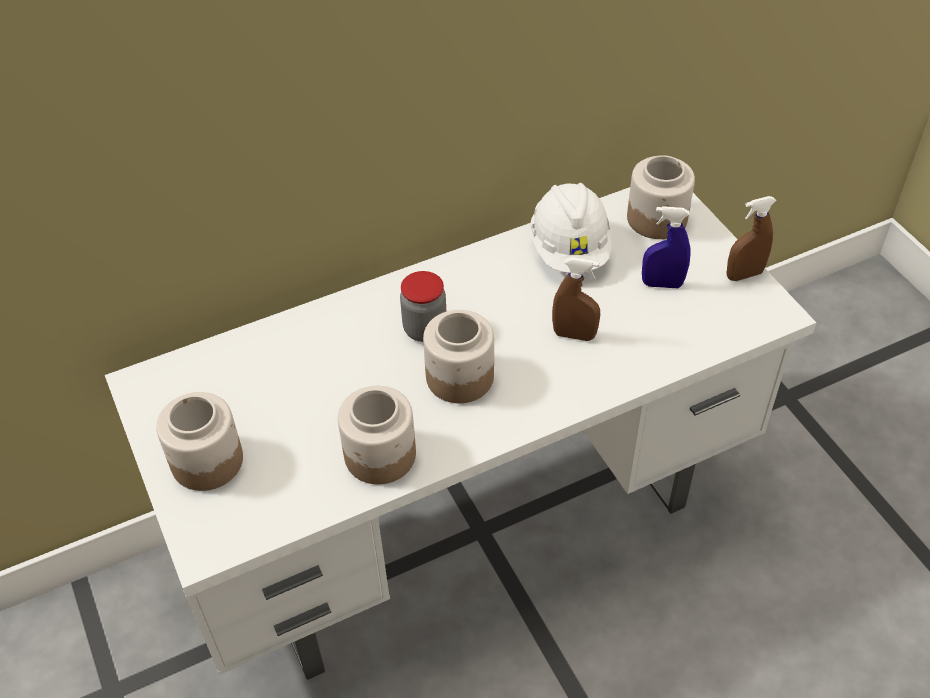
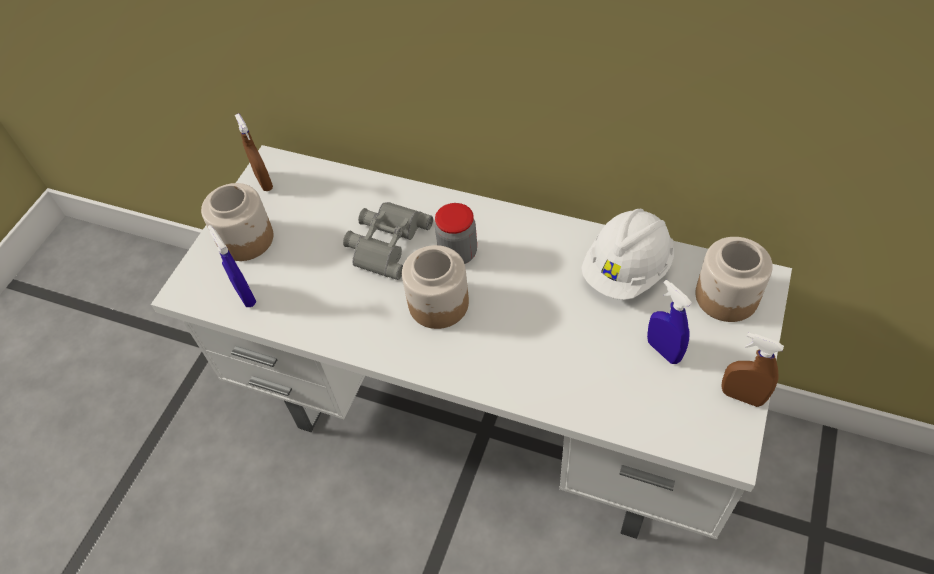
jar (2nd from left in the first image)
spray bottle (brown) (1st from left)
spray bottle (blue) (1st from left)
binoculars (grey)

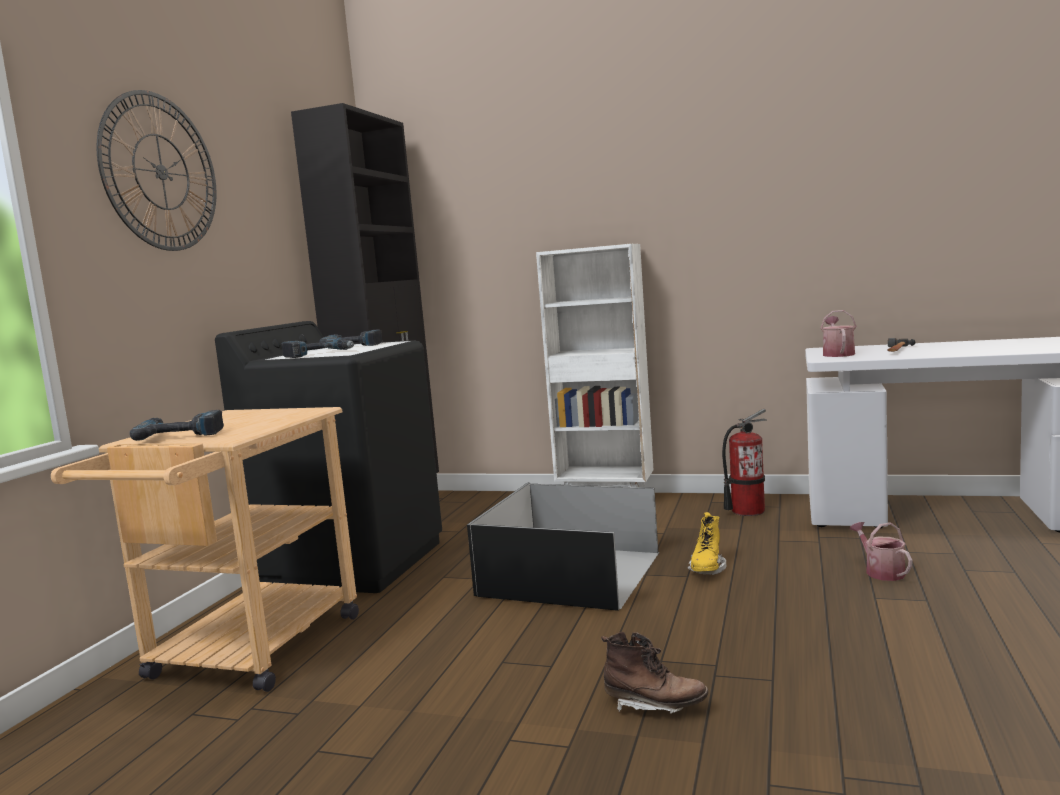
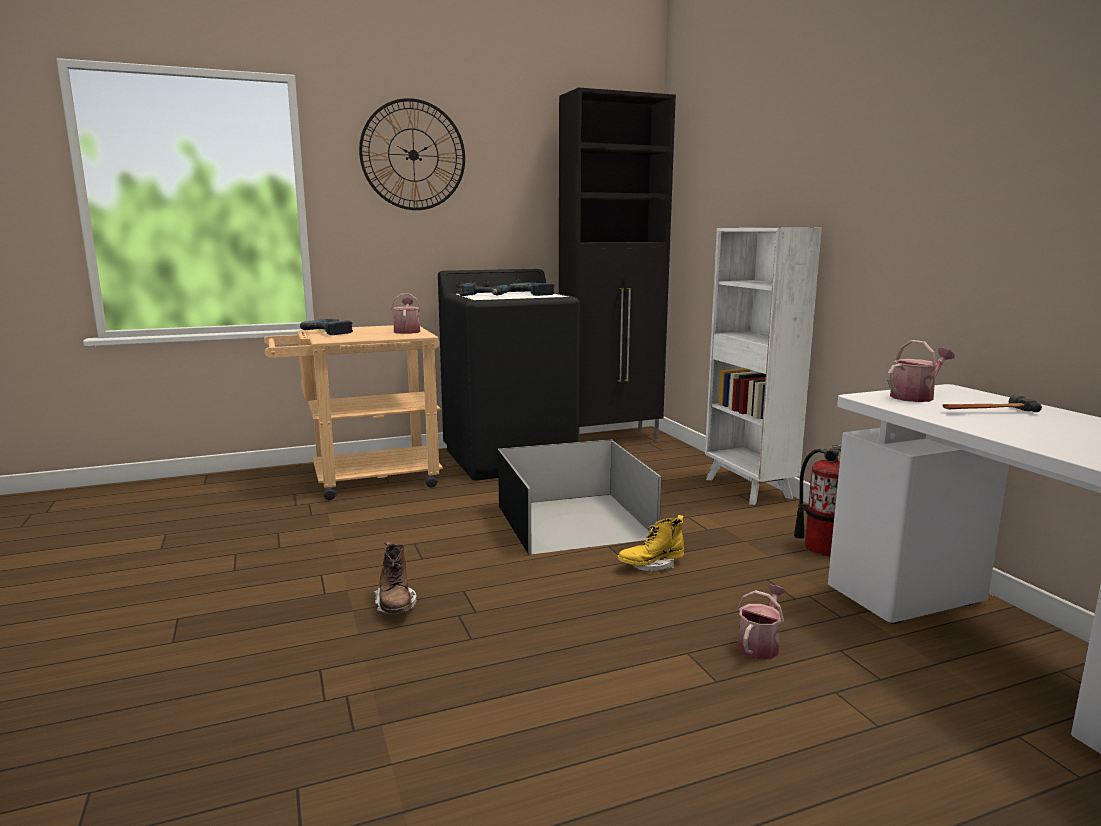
watering can (1st from left)

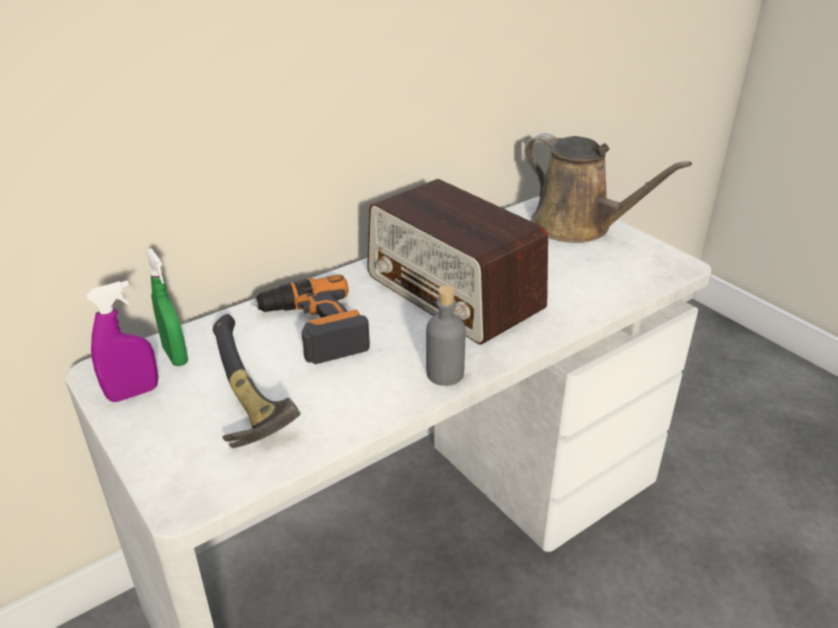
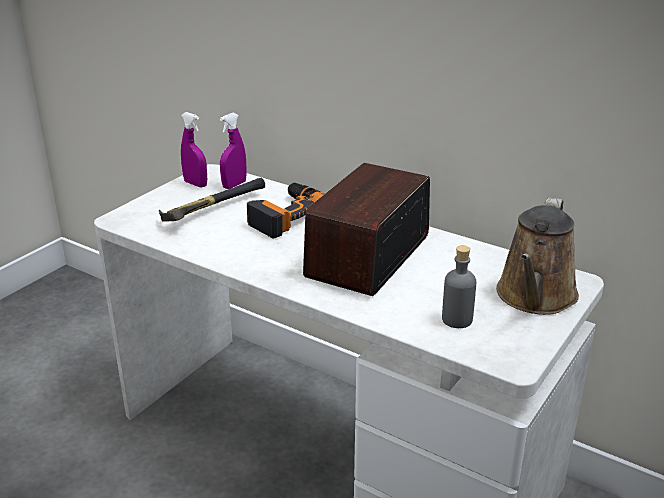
spray bottle (purple) (2nd from left)
bottle (grey)

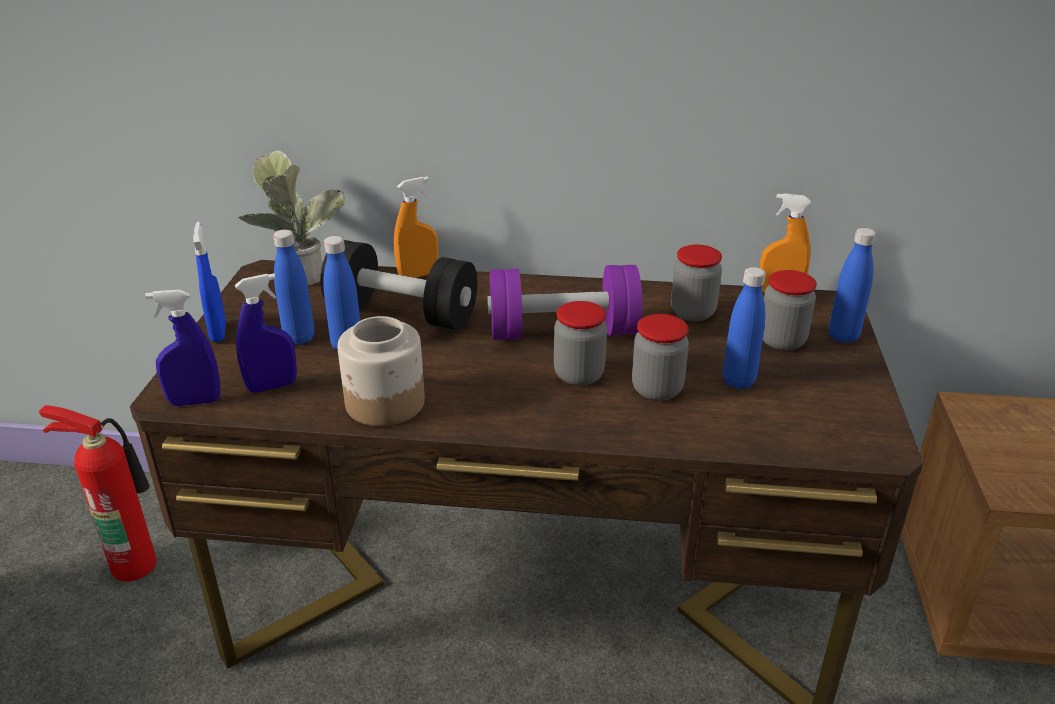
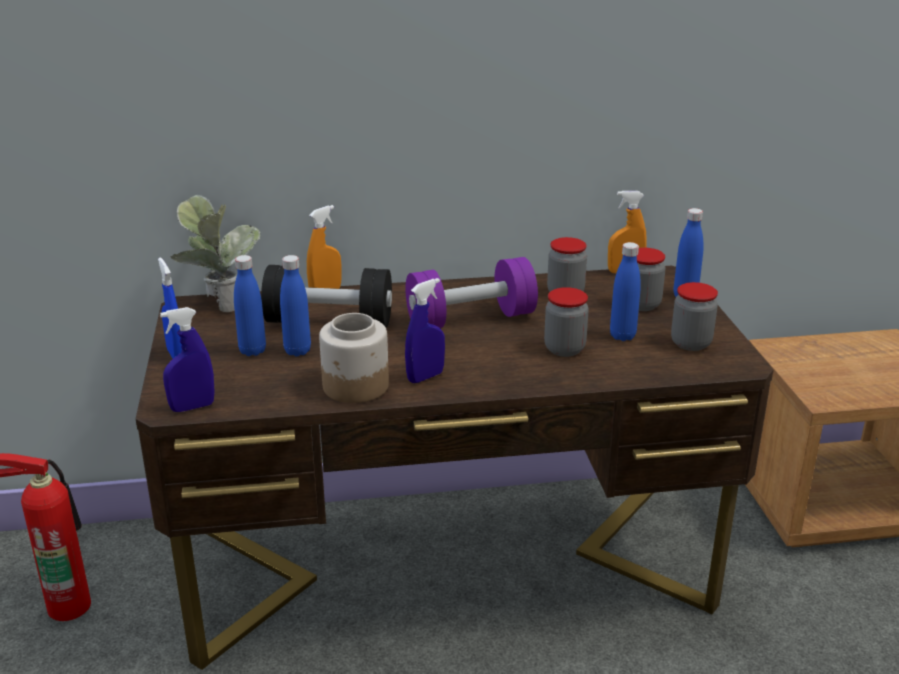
spray bottle (blue) (3rd from left)
jar (5th from left)

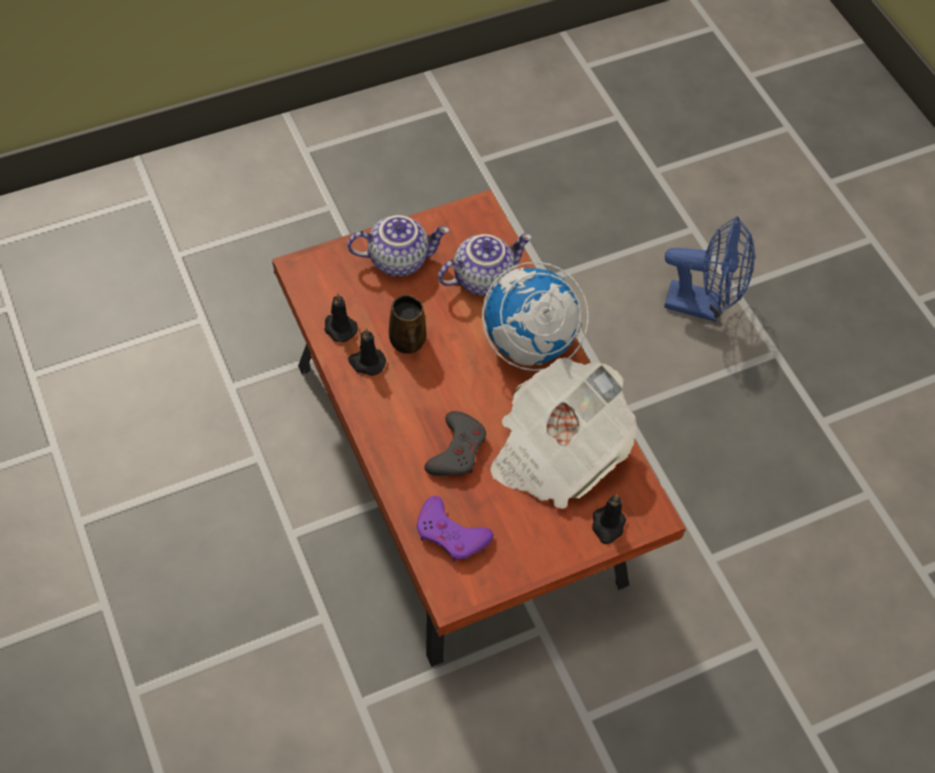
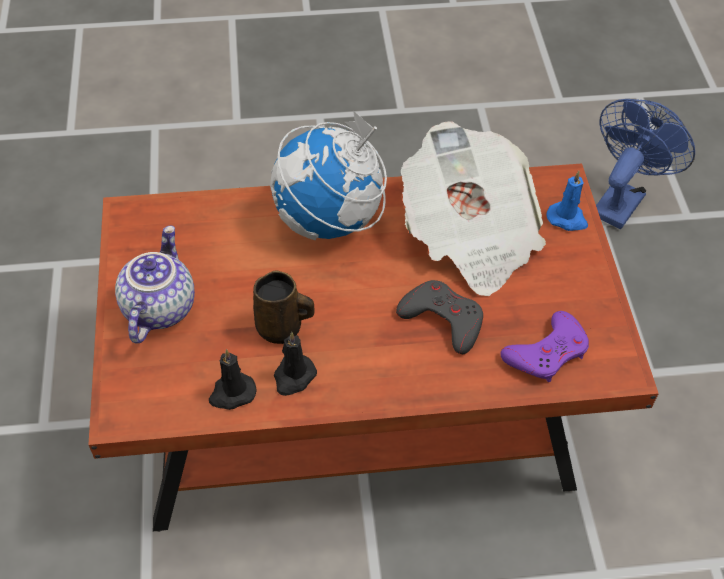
teapot (2nd from left in the first image)
candle (blue)
fan (blue)

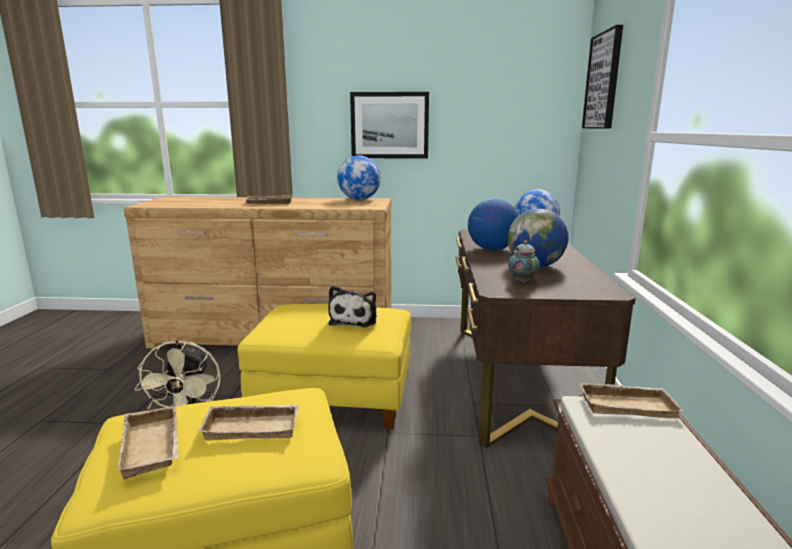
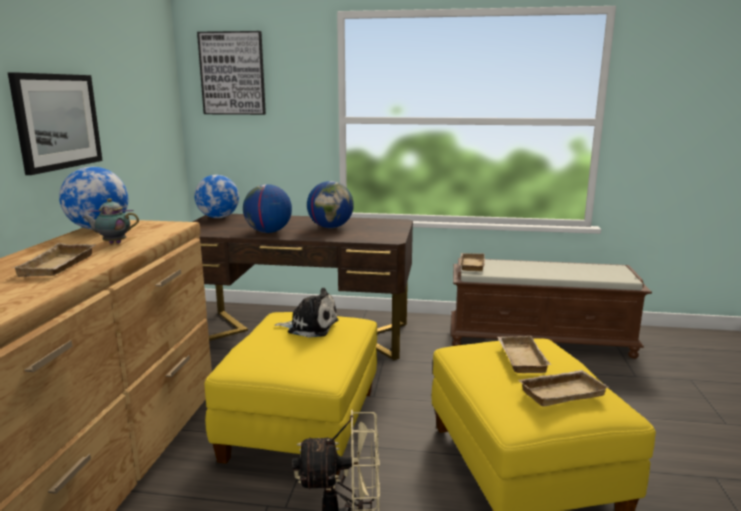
teapot

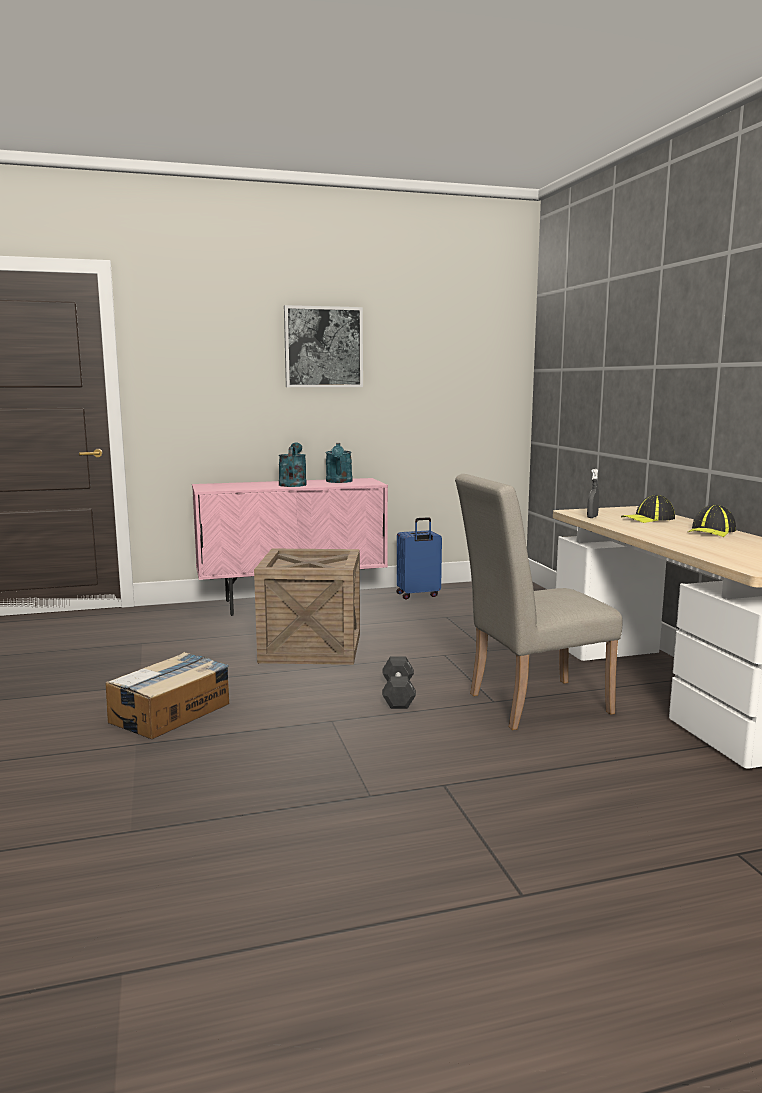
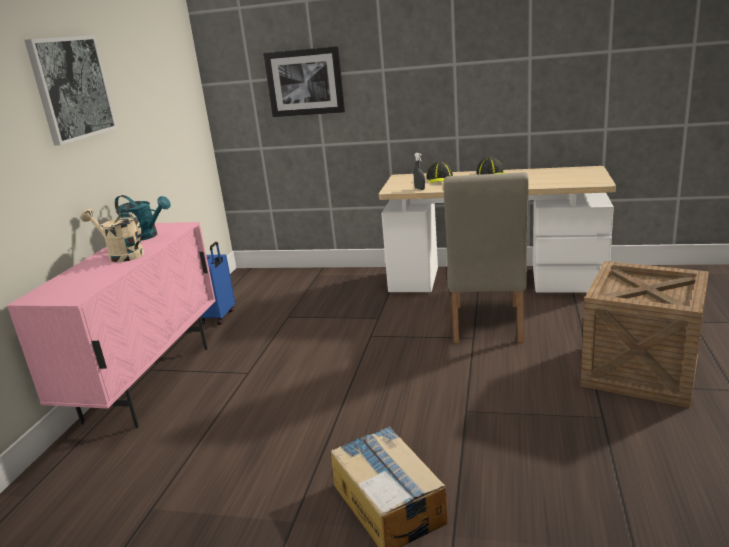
crate
watering can (beige)
dumbbell (black)
picture (2nd from left)

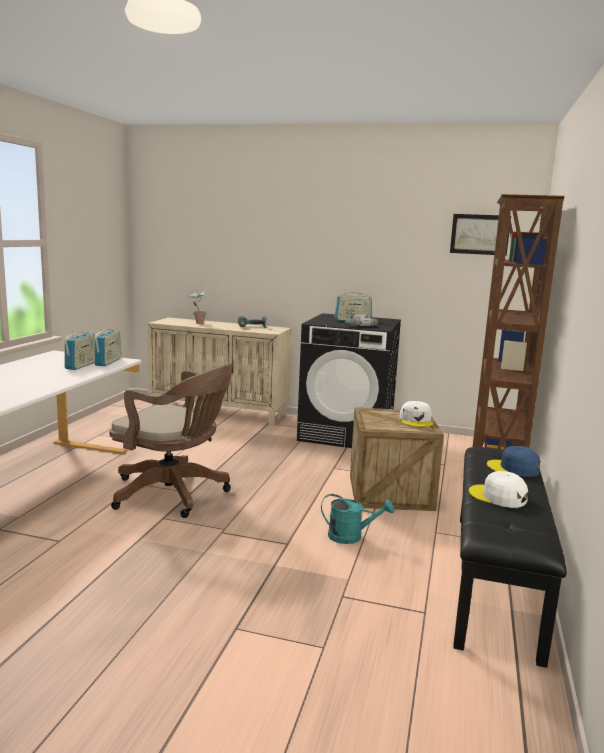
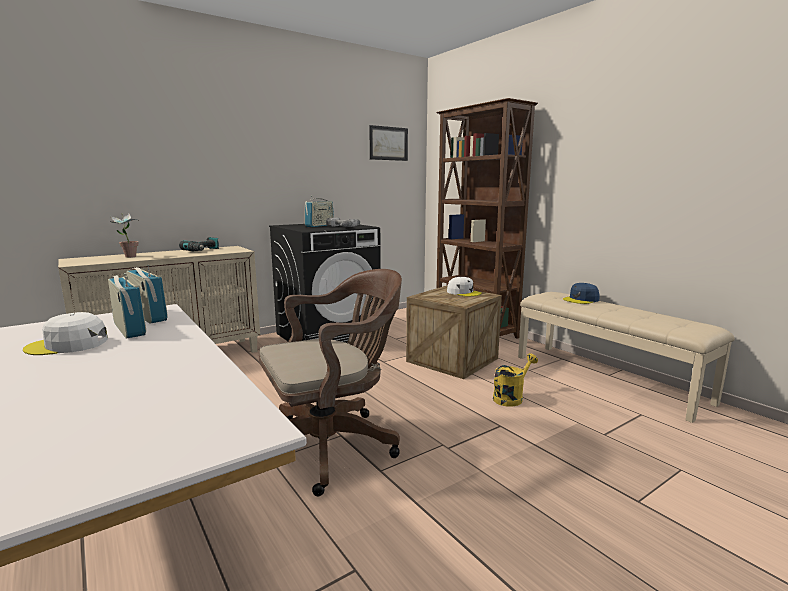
watering can (yellow)
bench (beige)
cap (white) (1st from left)

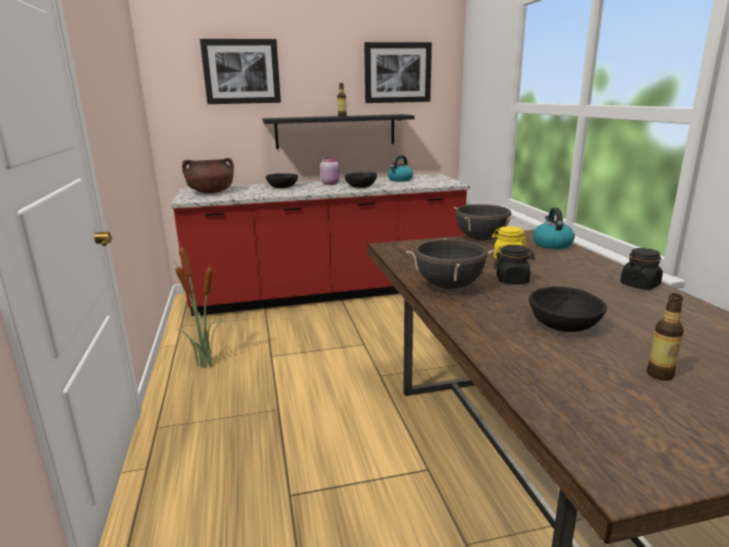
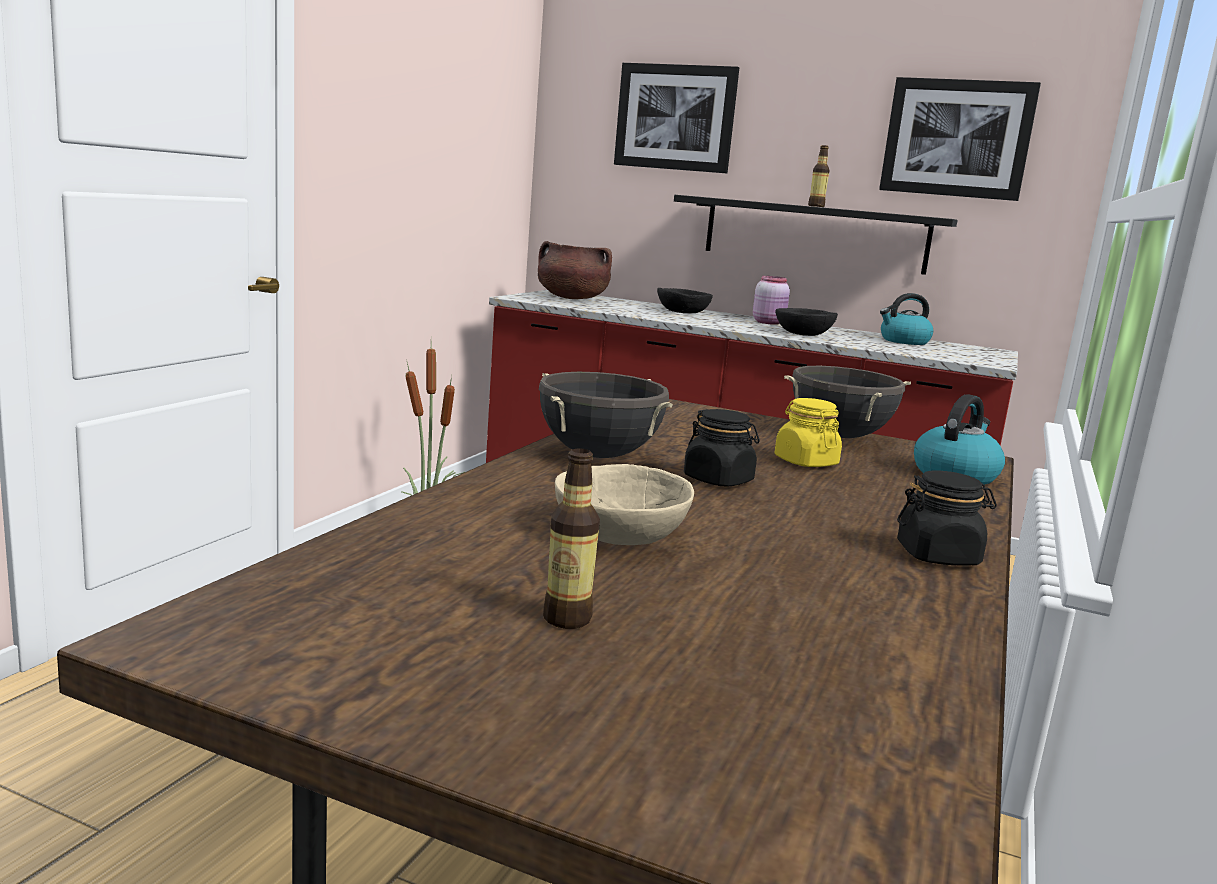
bowl (beige)

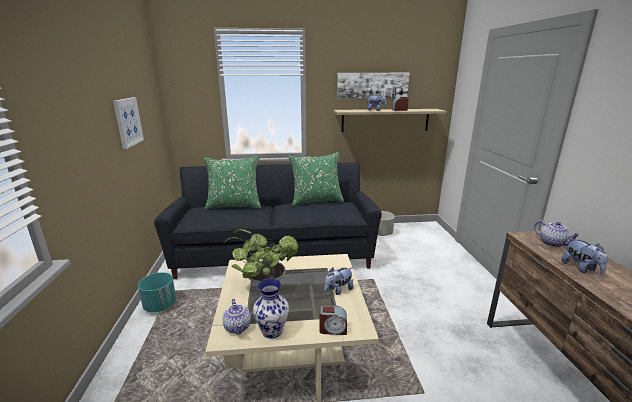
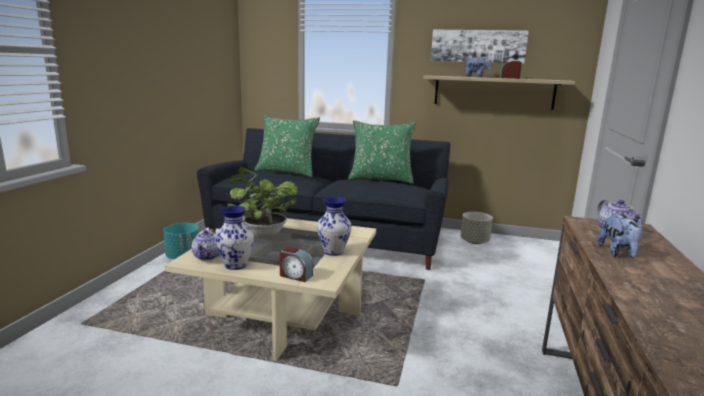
picture (1st from left in the first image)
vase (2nd from left)

